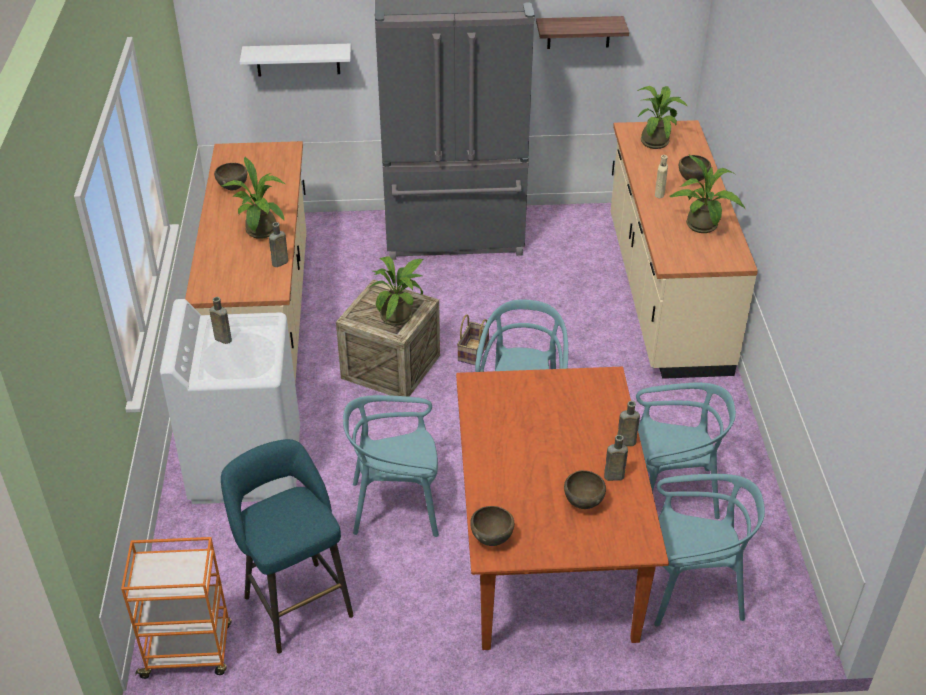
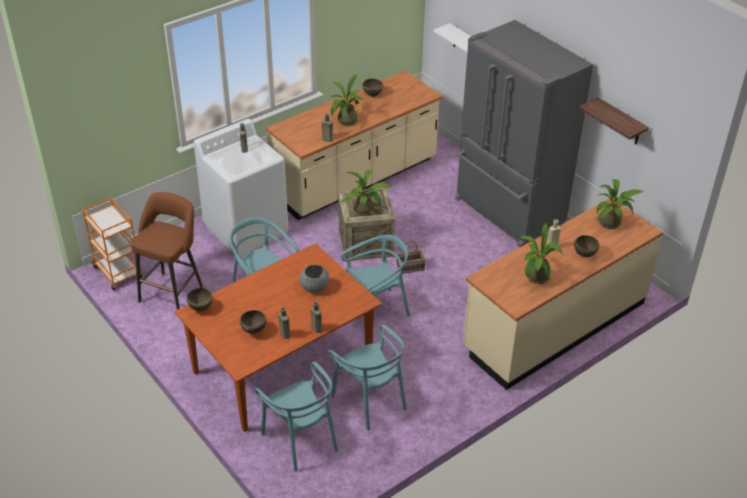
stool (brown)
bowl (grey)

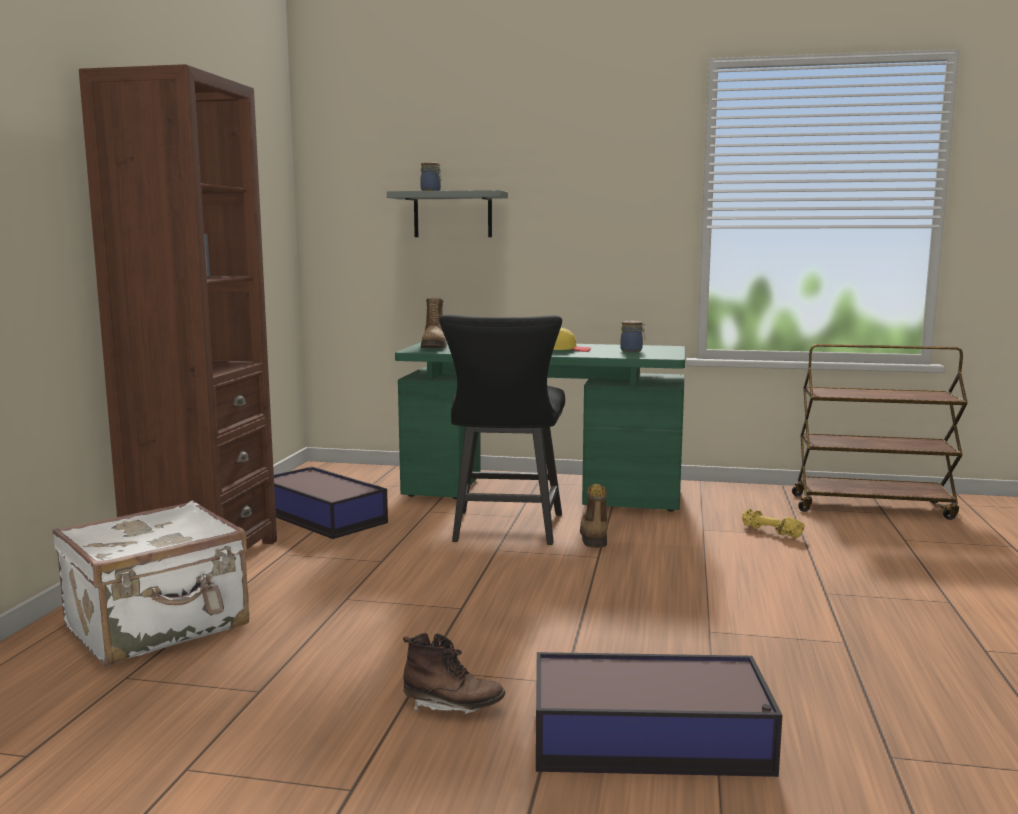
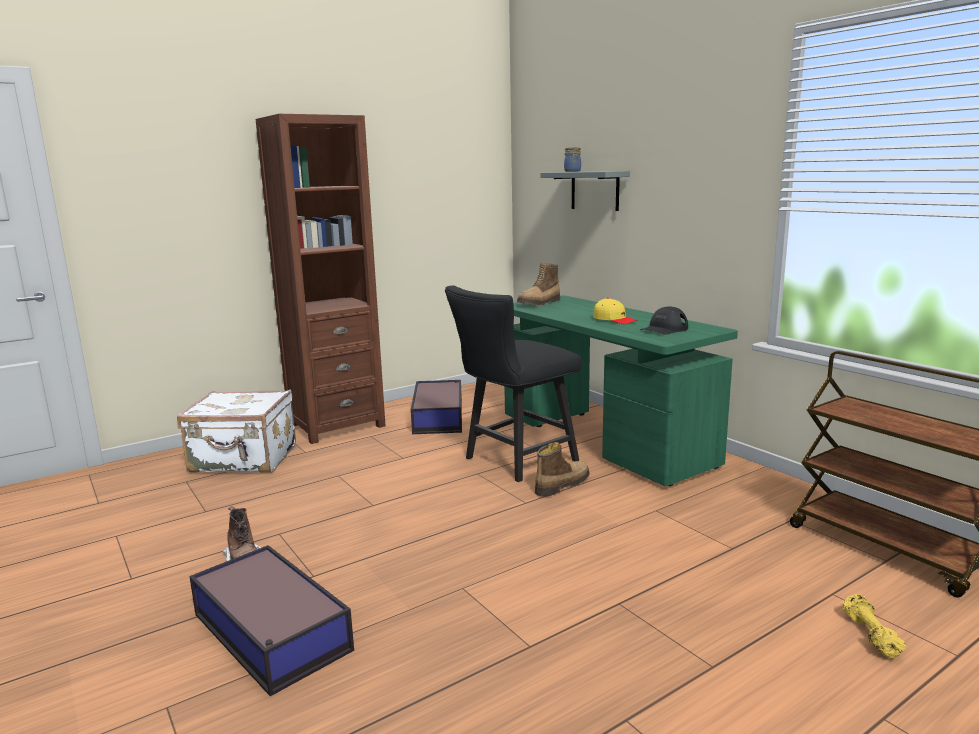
cap (black)
dumbbell (yellow)

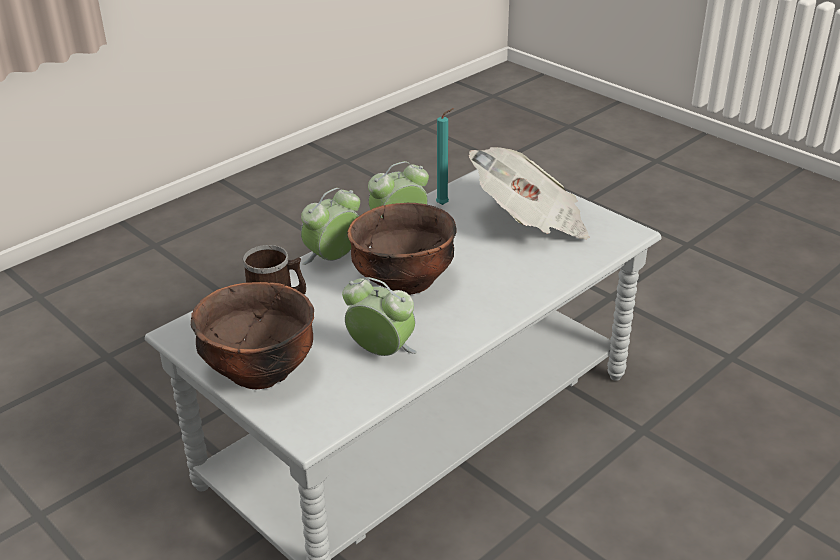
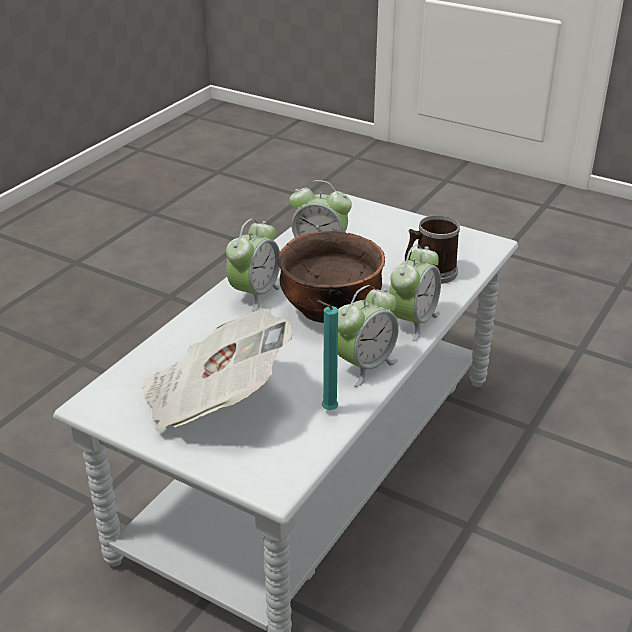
bowl (brown) (1st from left in the first image)
alarm clock (1st from left)

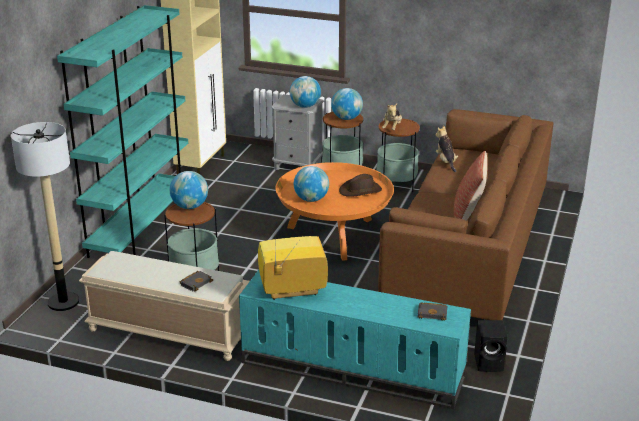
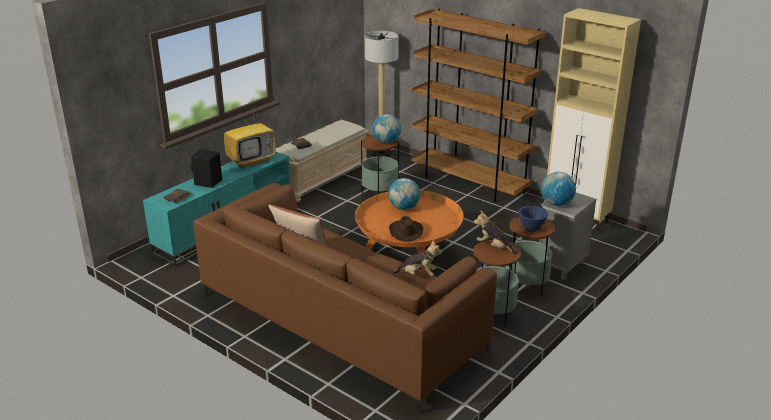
bookcase (brown)
television
bowl (blue)
speaker (black)

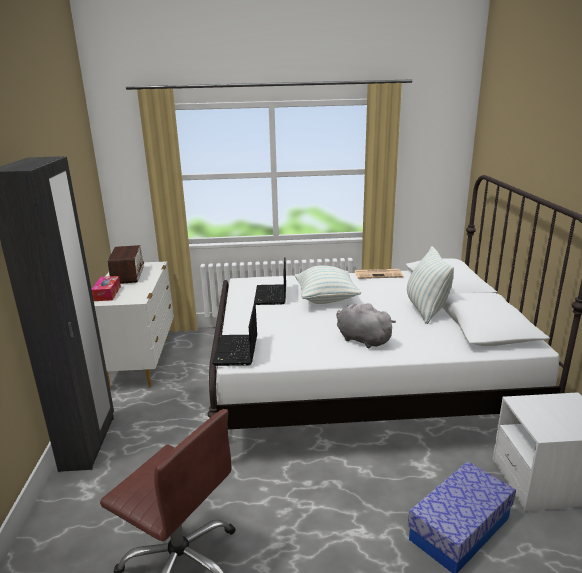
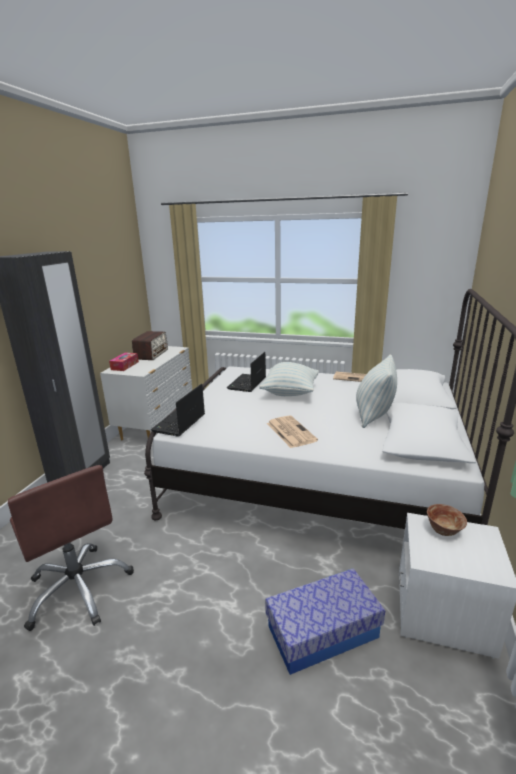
newspaper (1st from left)
bowl

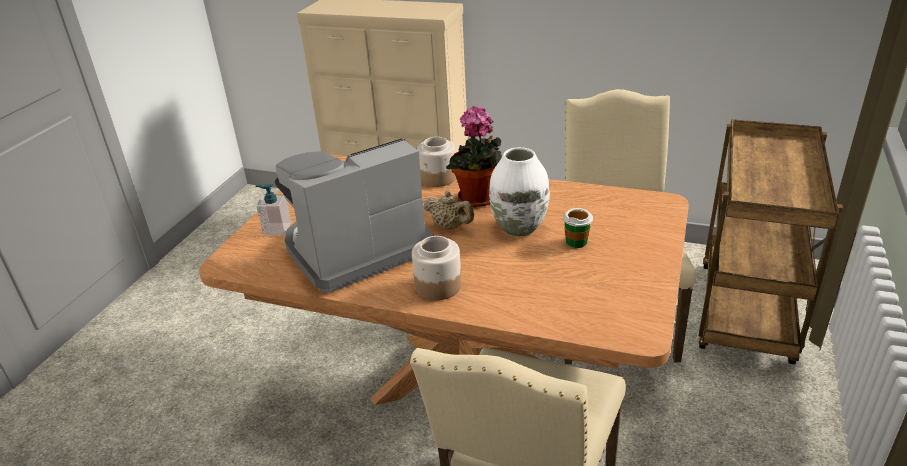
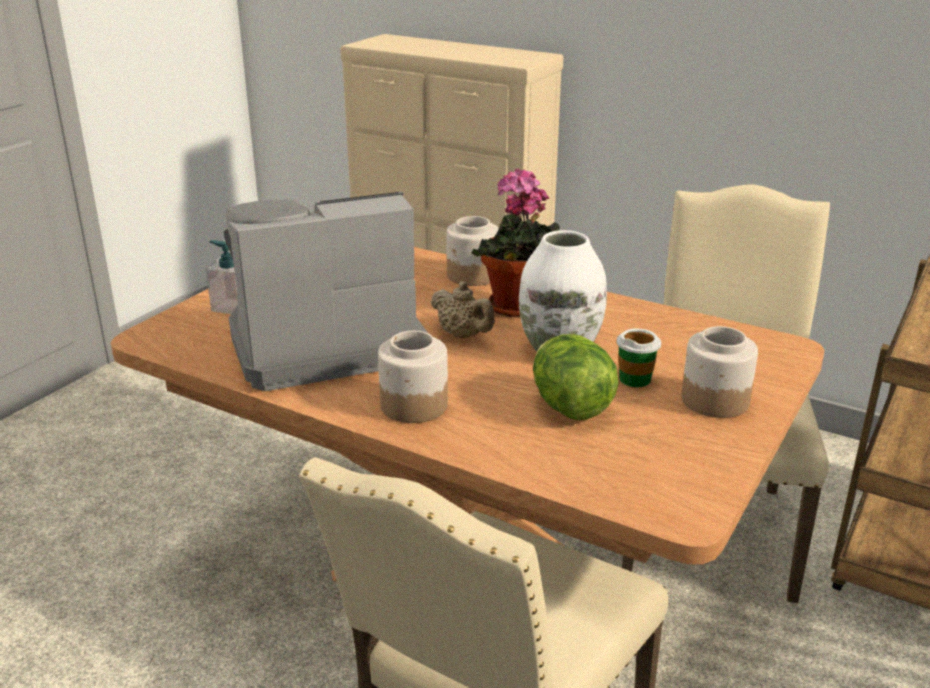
lettuce
jar (3rd from left)

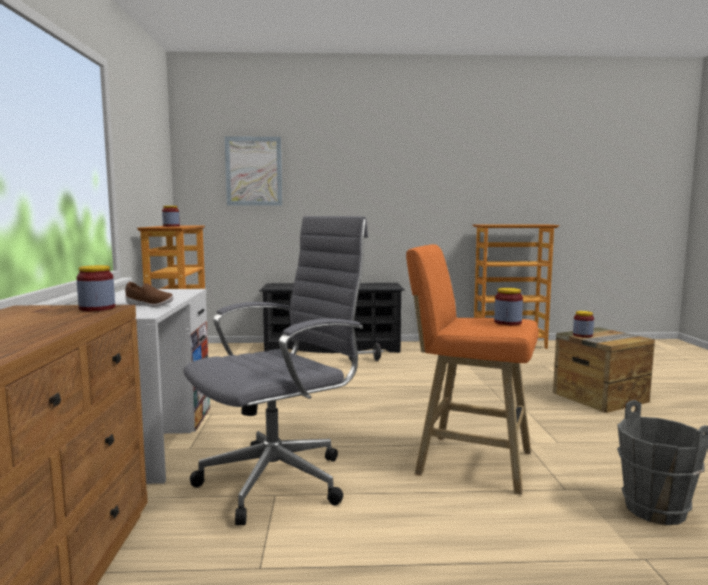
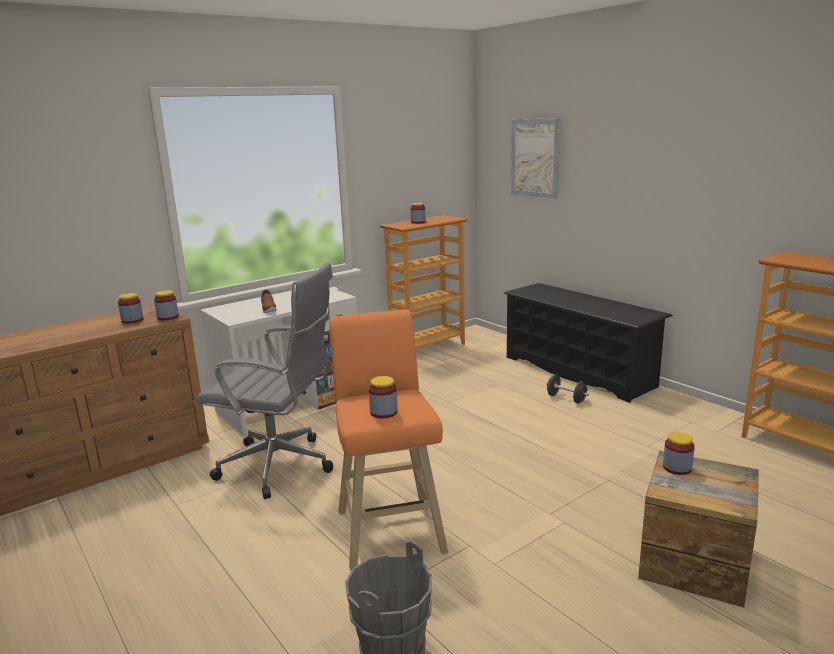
jar (1st from left)

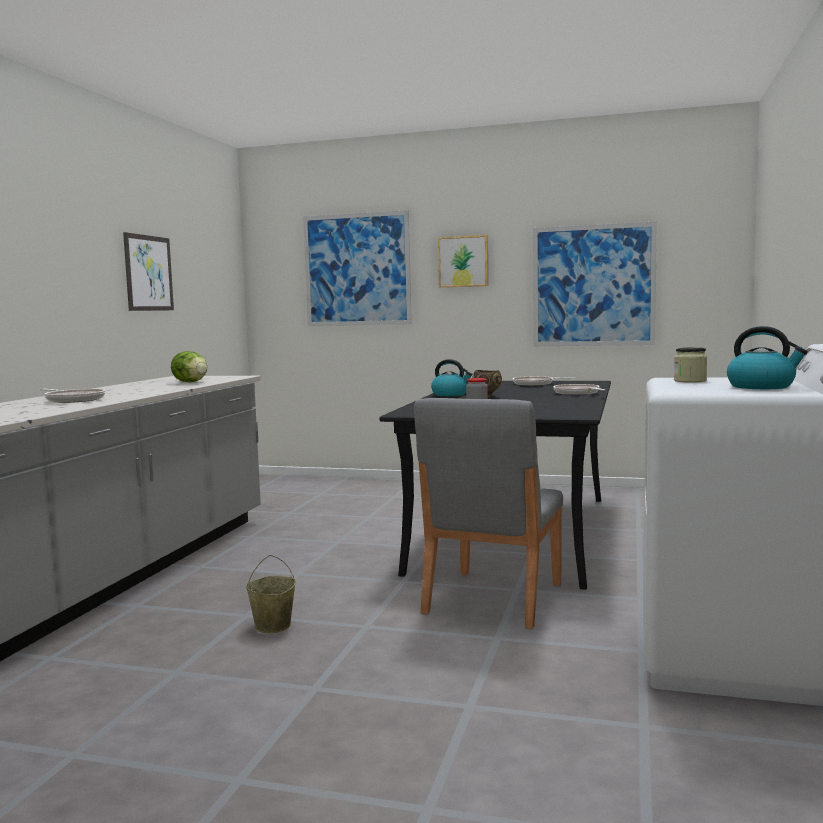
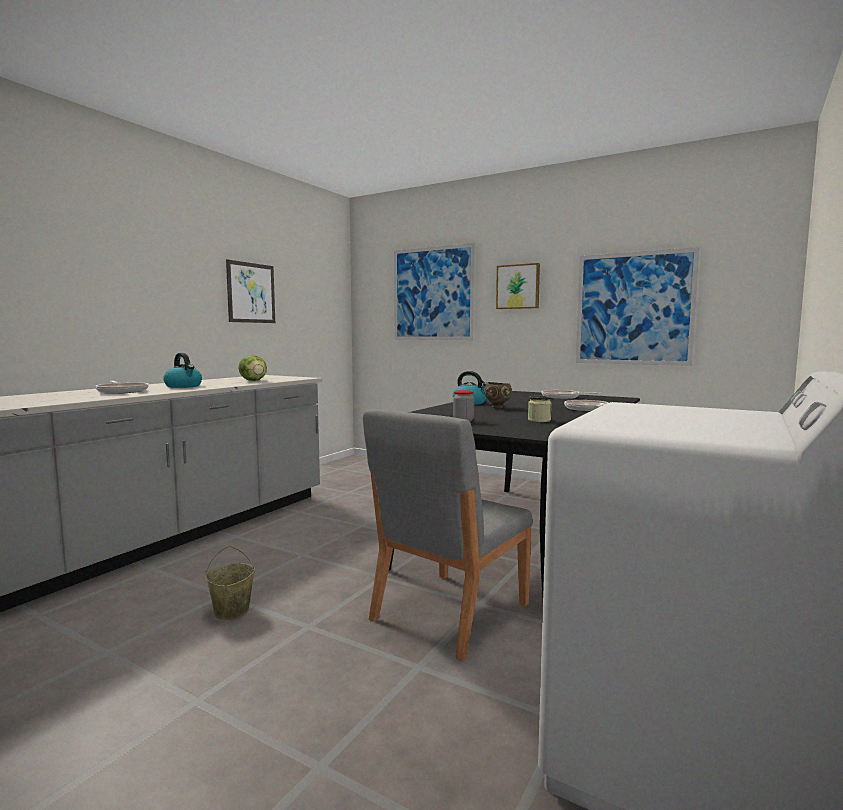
jar (2nd from left)
kettle (1st from left)

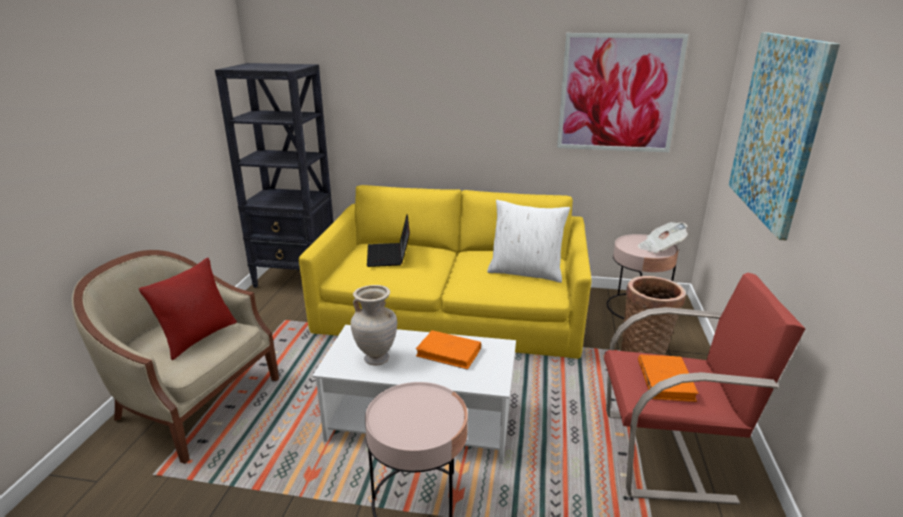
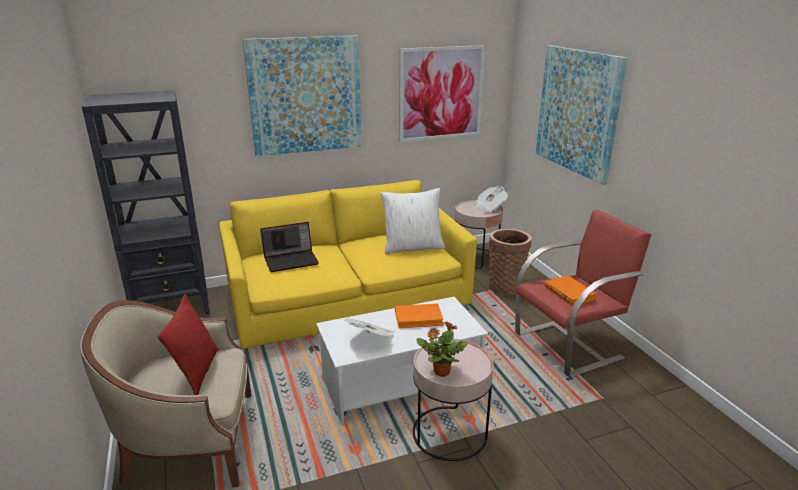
newspaper (1st from left)
laptop
picture (1st from left)
potted plant

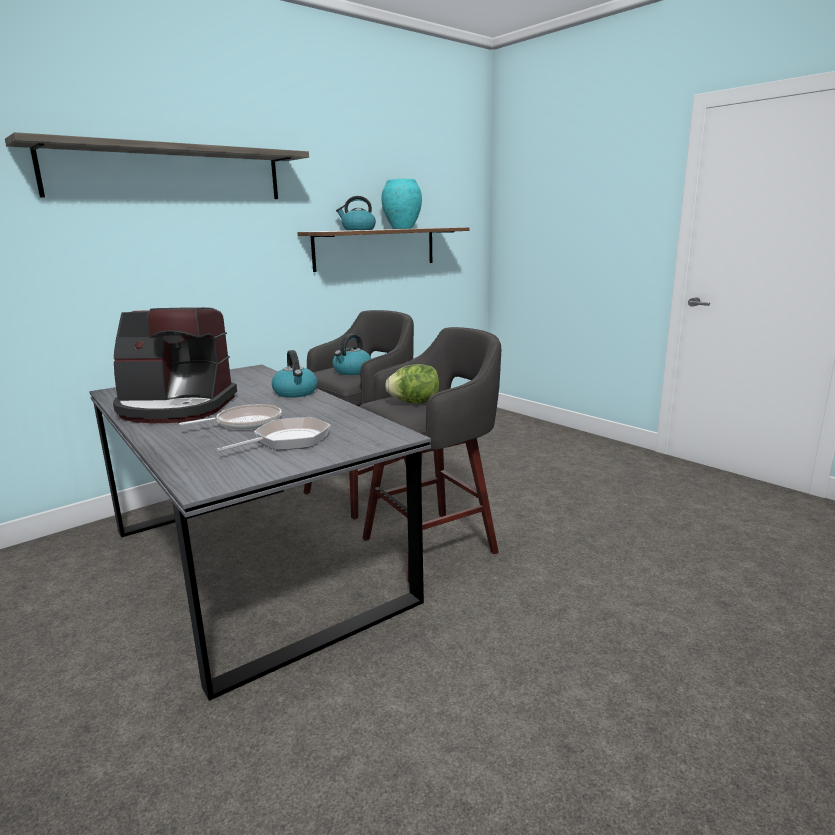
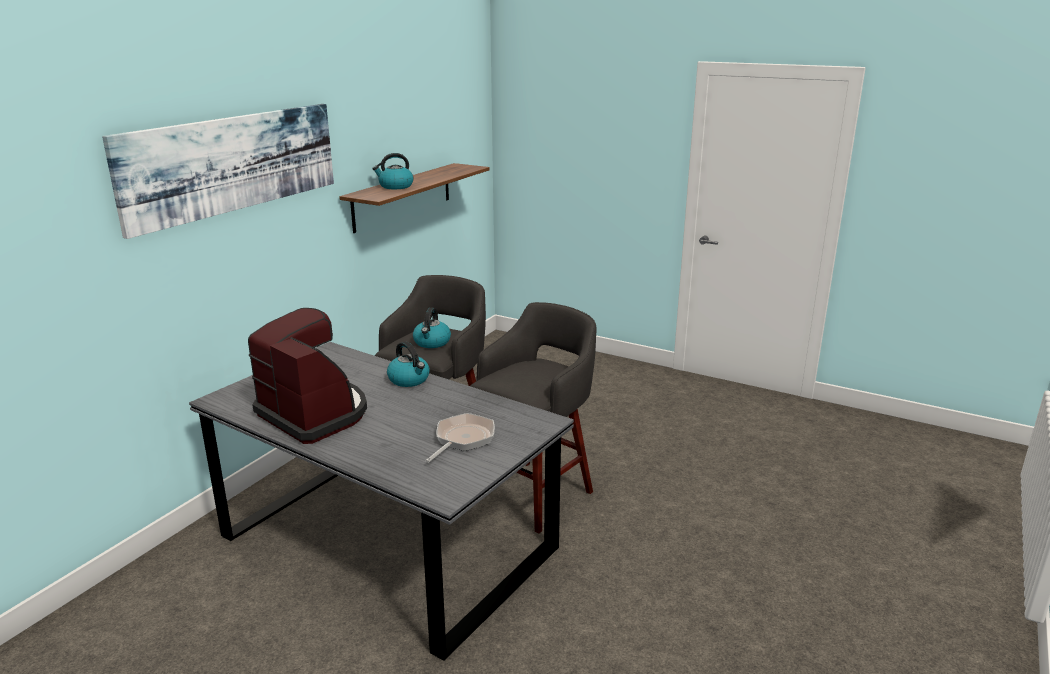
picture
coffee machine
frying pan (1st from left in the first image)
vase (turquoise)
lettuce

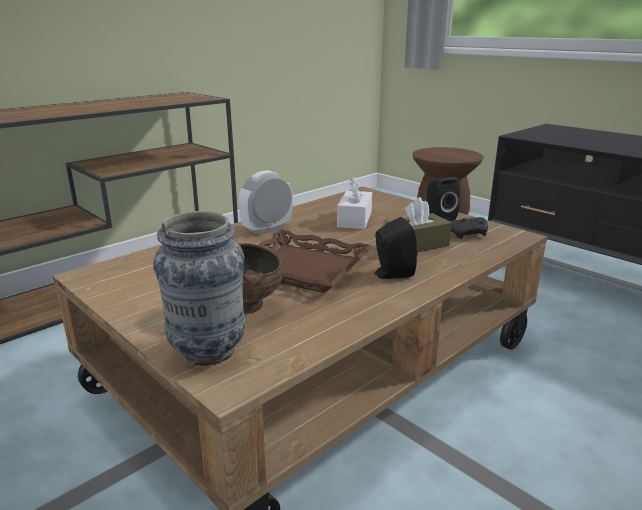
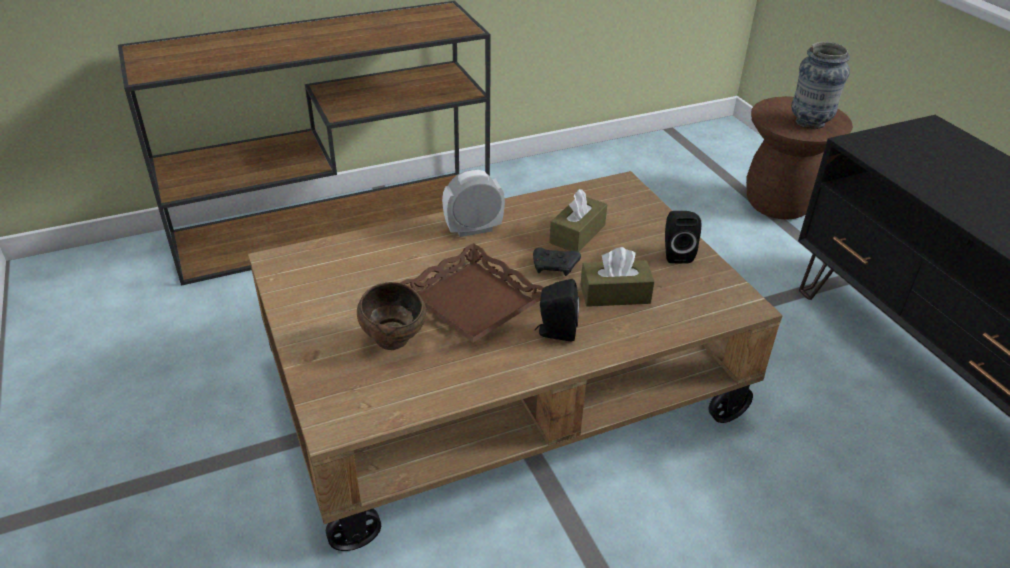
vase
tissue box (brown) (1st from left)
game controller (black)

